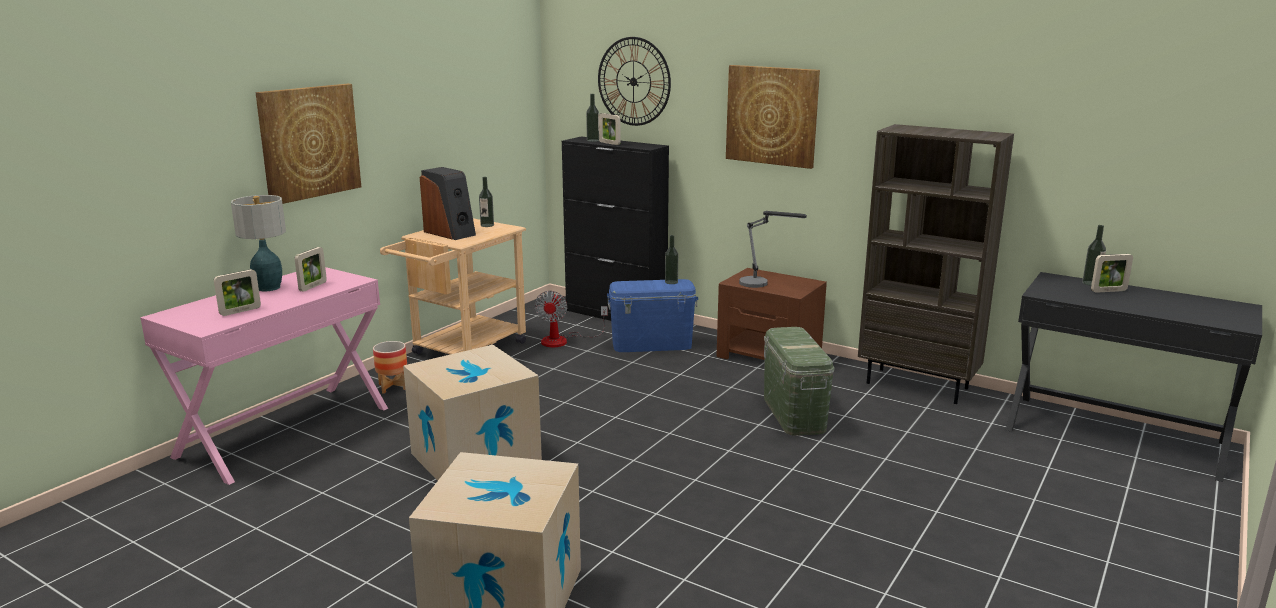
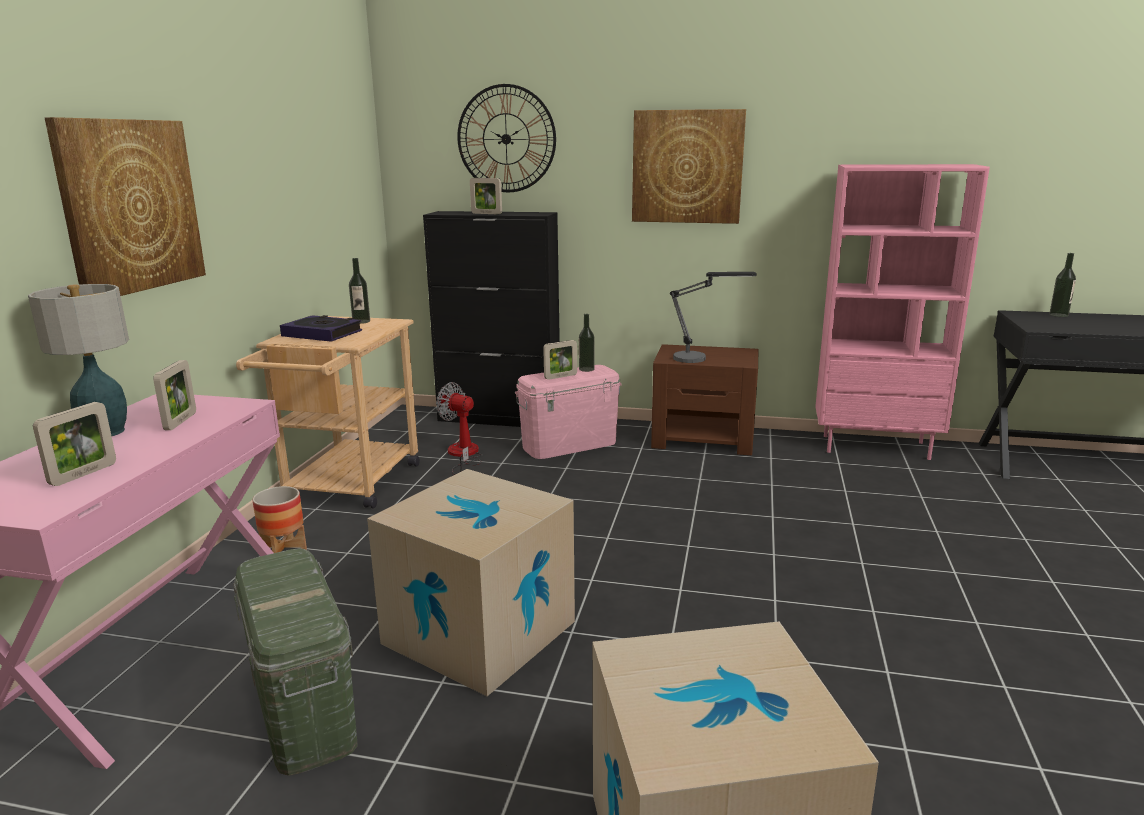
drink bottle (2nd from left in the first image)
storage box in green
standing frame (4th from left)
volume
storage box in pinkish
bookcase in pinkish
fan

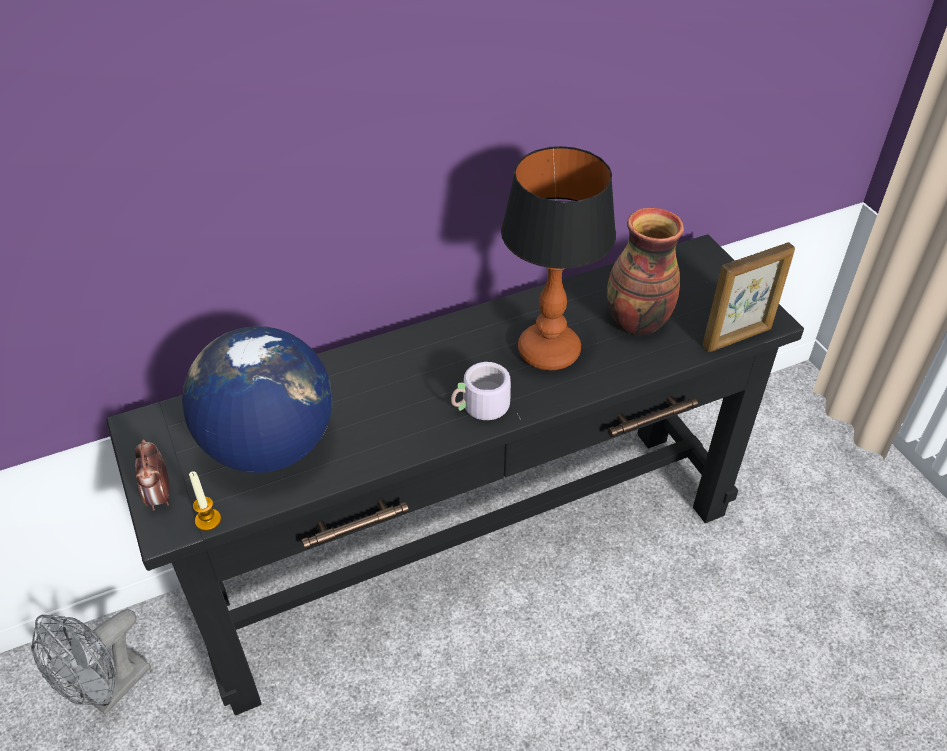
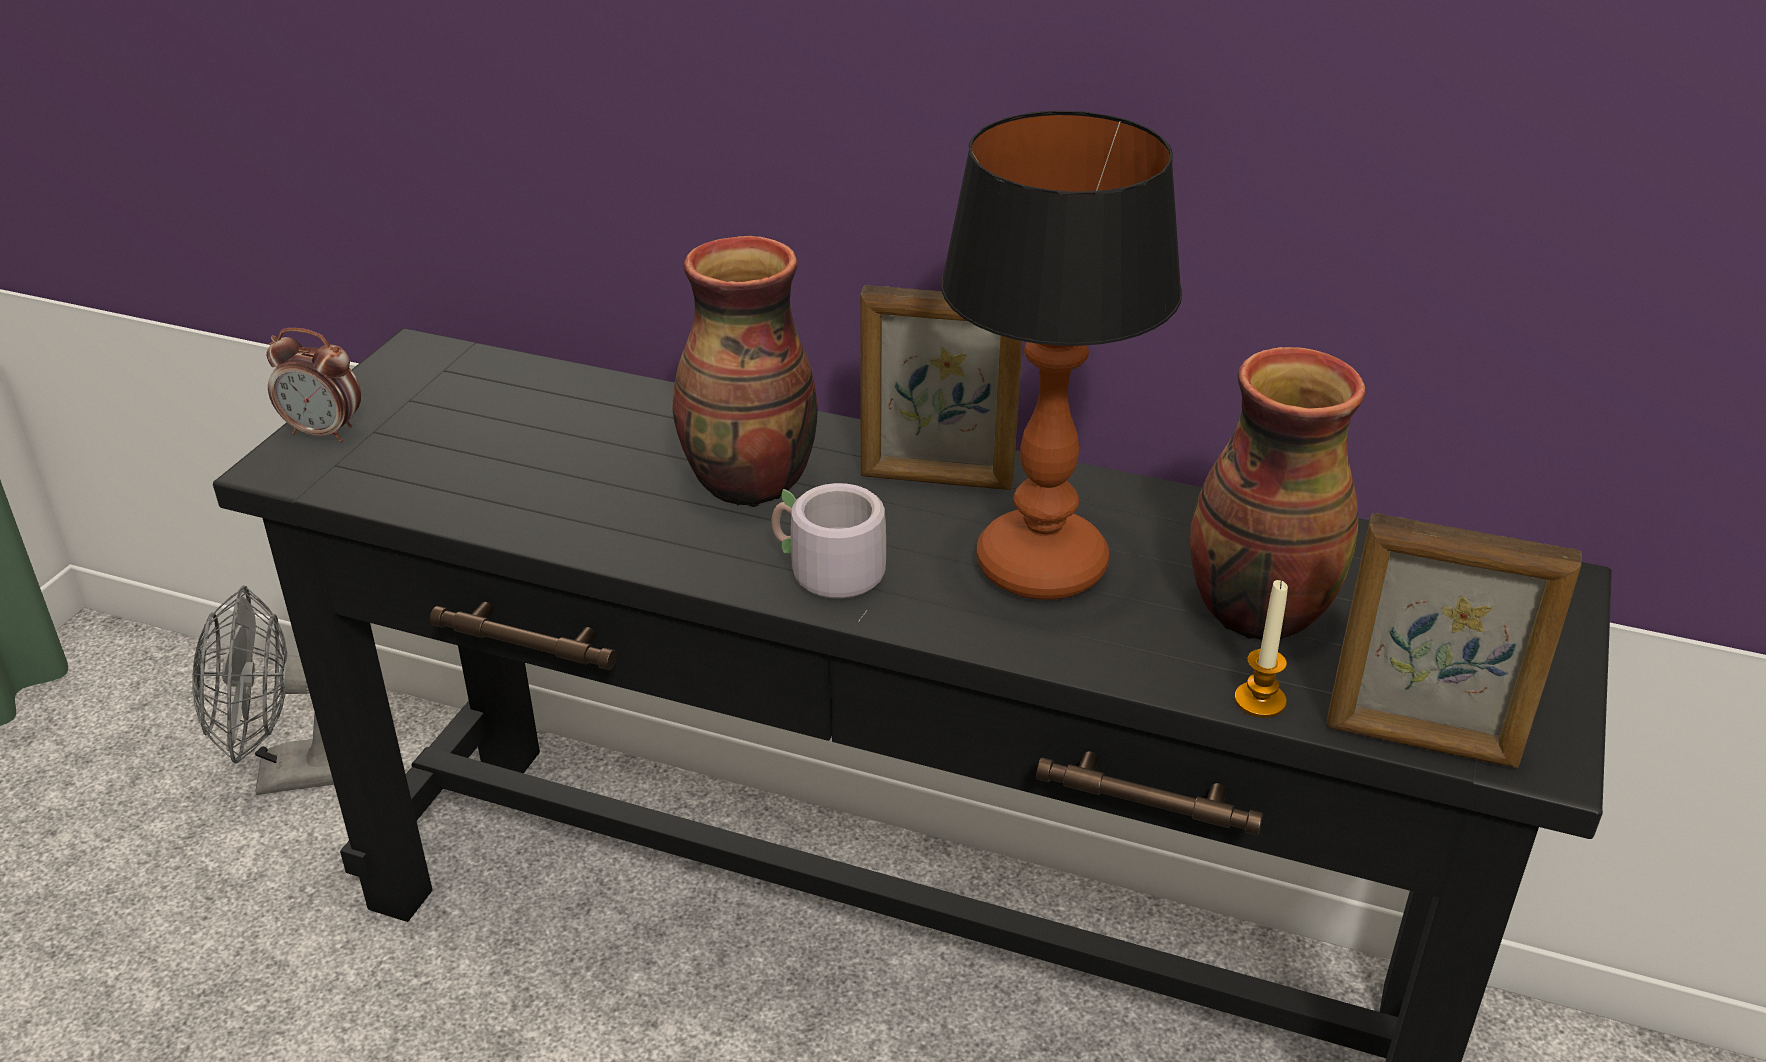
world globe
flower vase (1st from left)
standing frame (1st from left)
wax candle
bedside clock

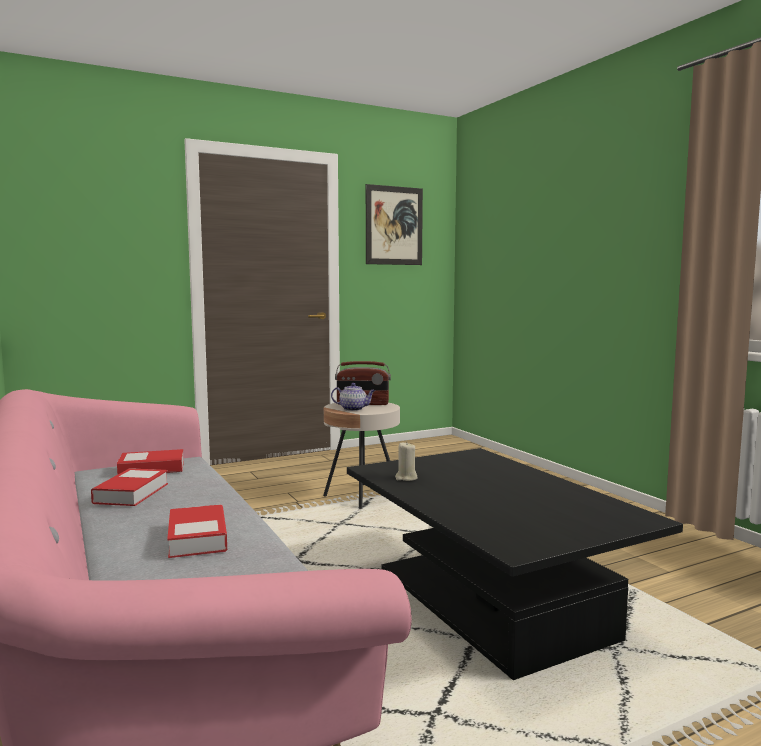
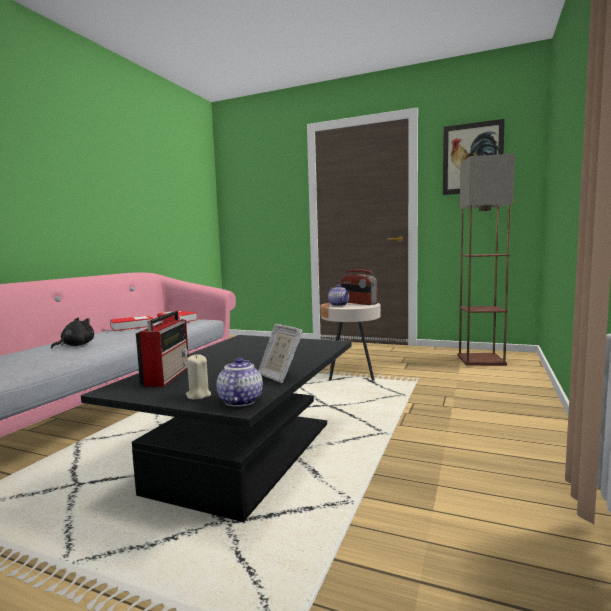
radio receiver (1st from left)
teapot (1st from left)
standing frame
standard lamp
wax candle in sand-coloured
plush toy in black

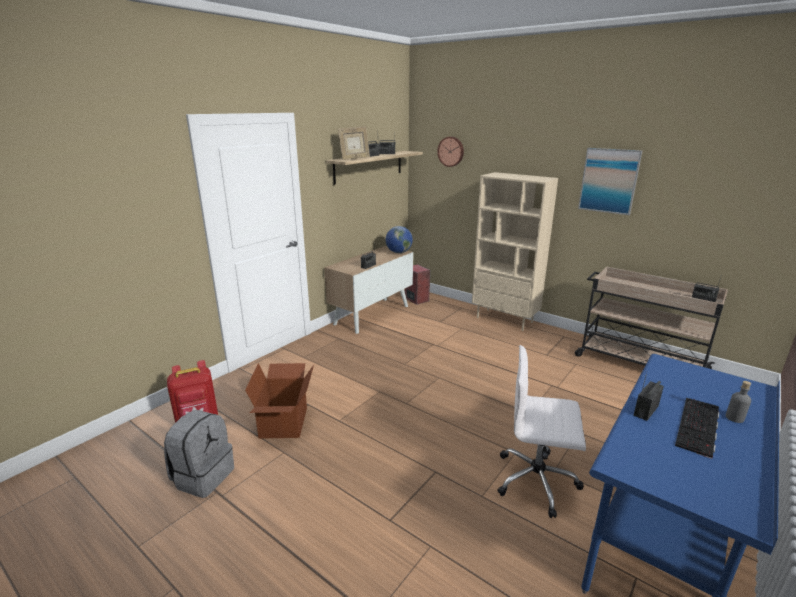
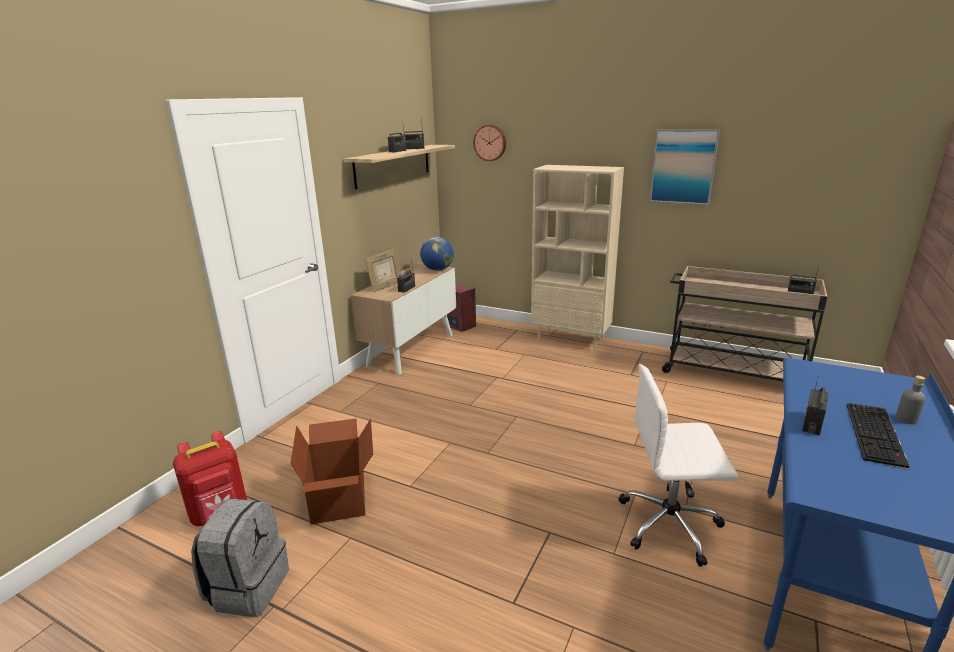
standing frame

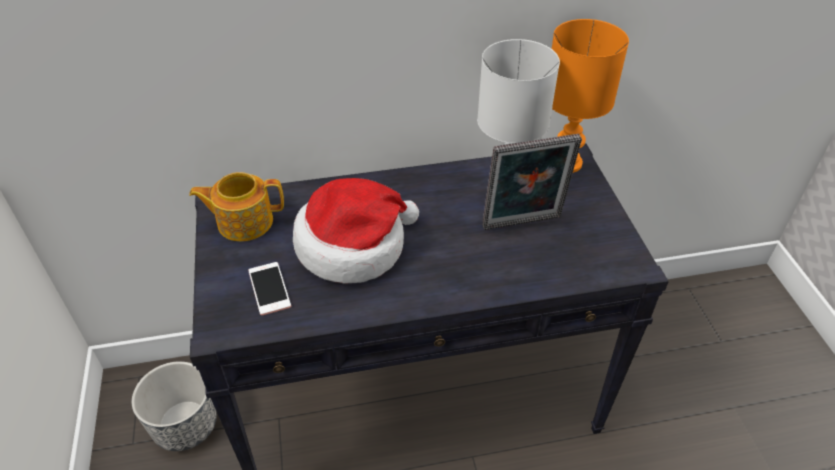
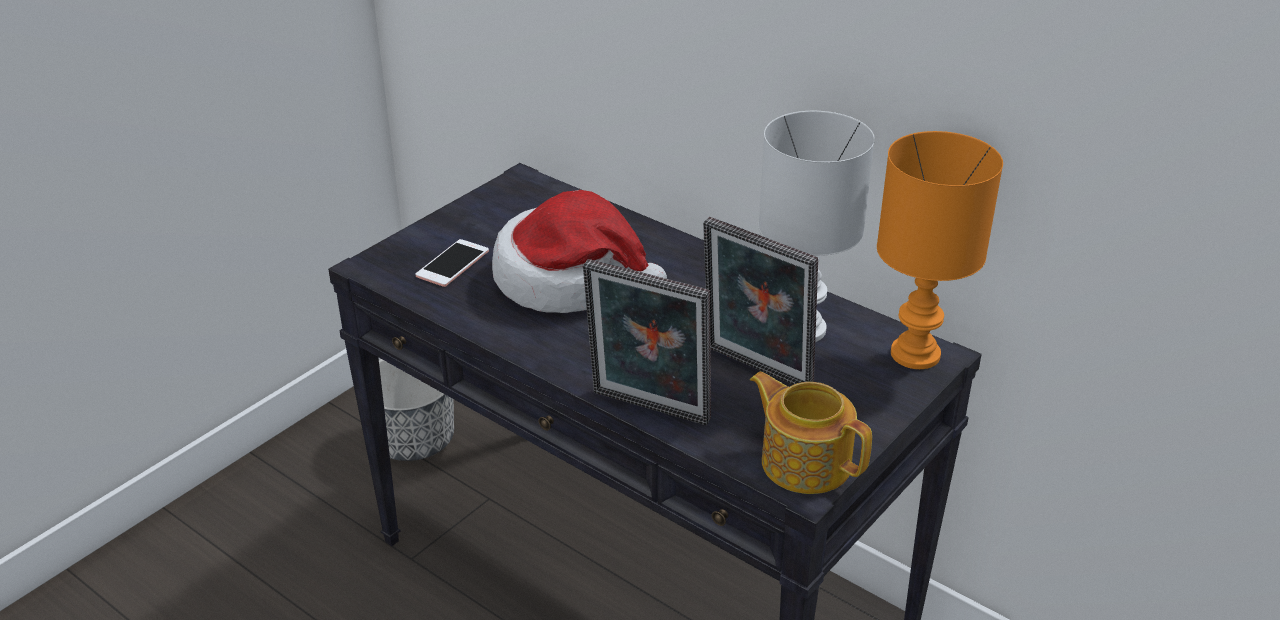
standing frame (1st from left)
teapot

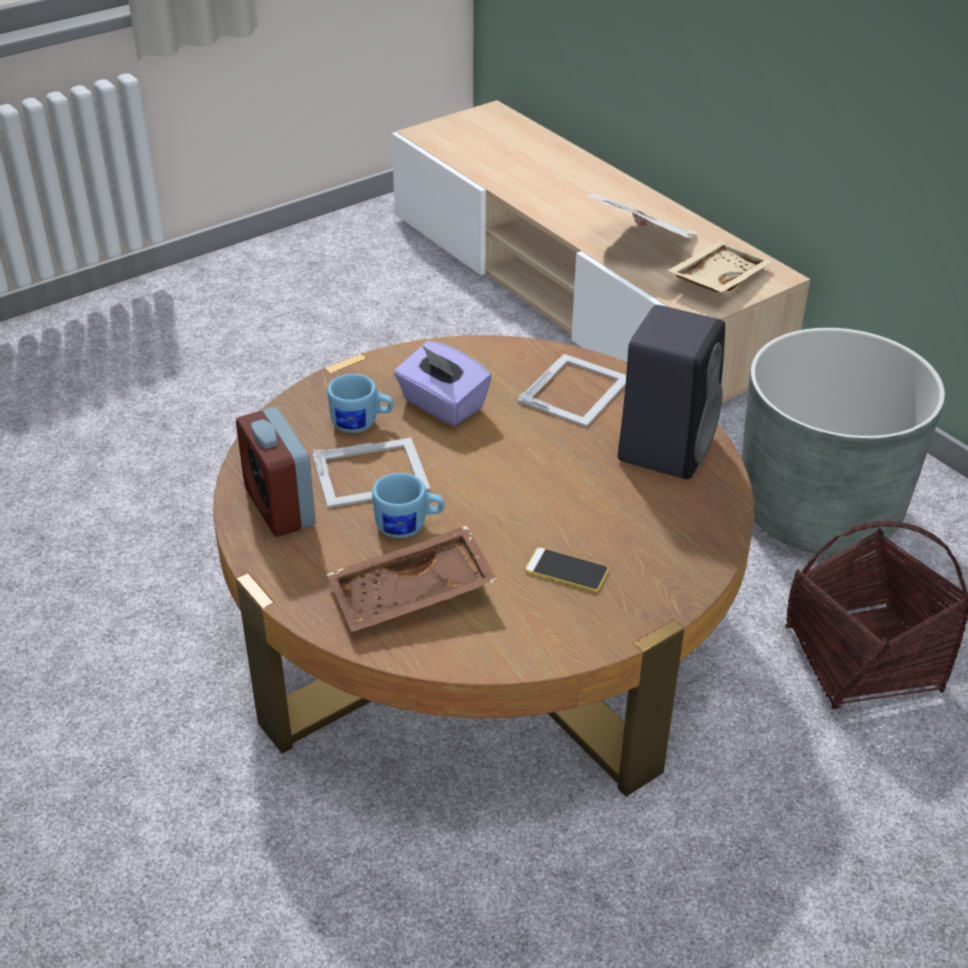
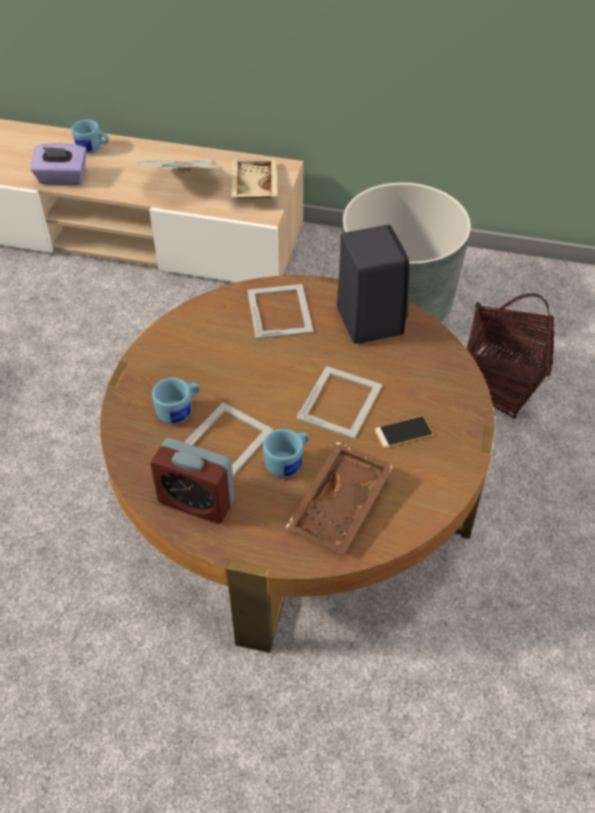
coffee mug in bluish (1st from left)
standing frame (3rd from left)
tissue box in purple-coloured

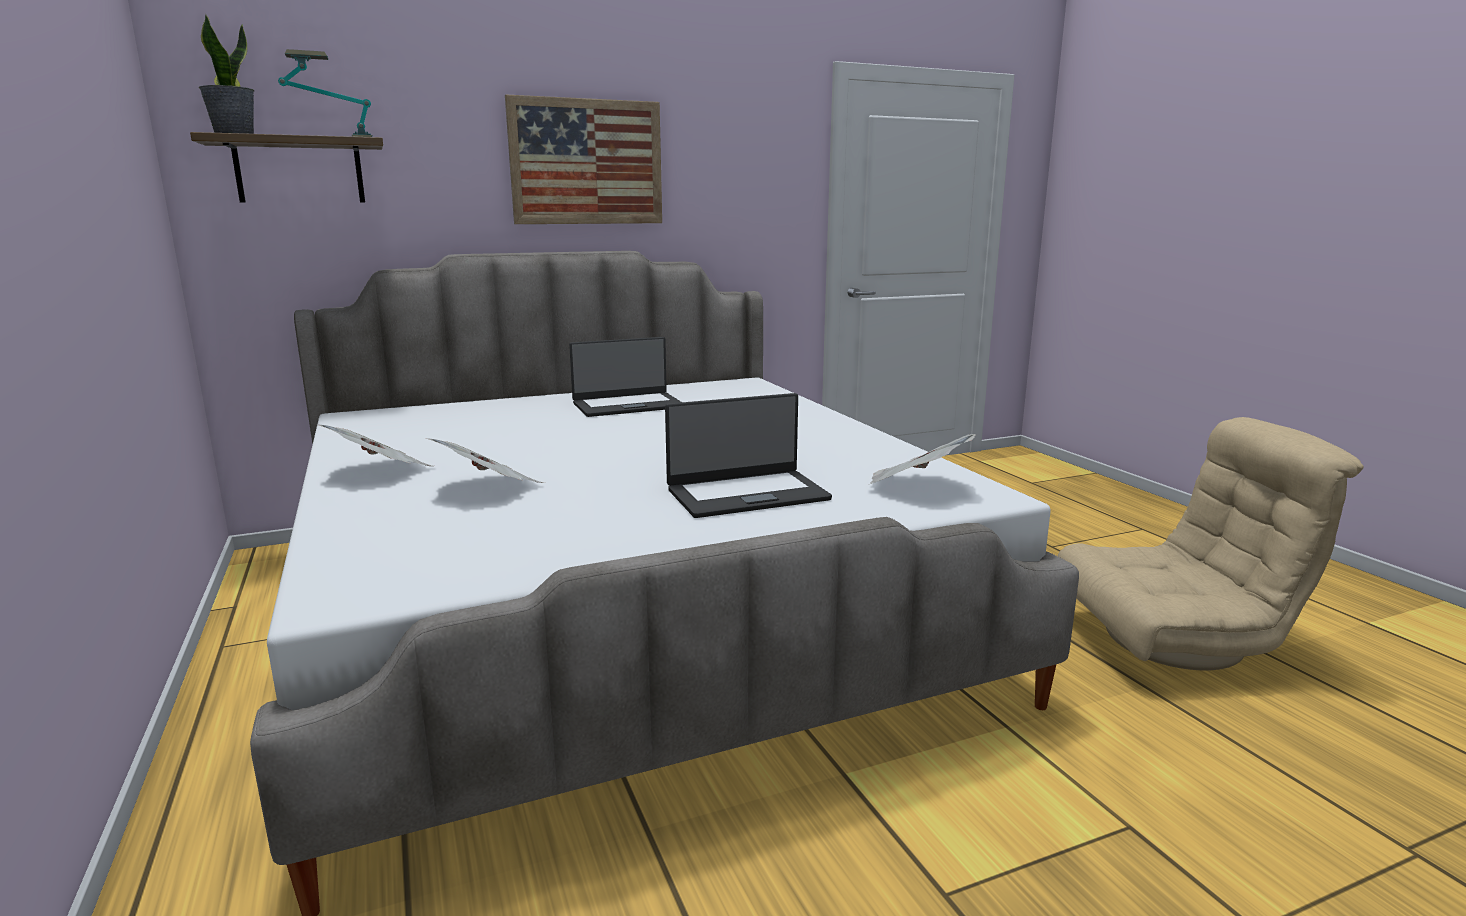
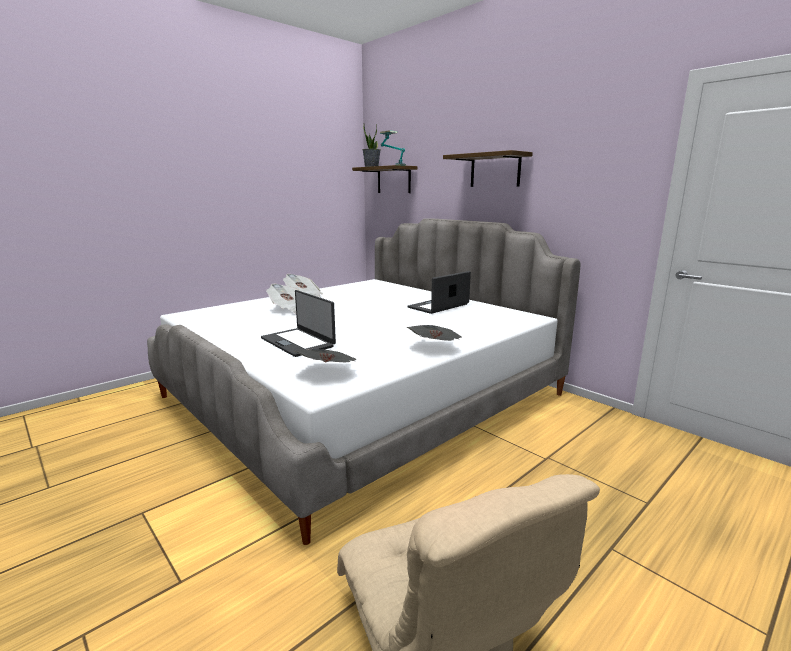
printed paper (4th from left)
wall shelf (2nd from left)
notebook computer (2nd from left)

